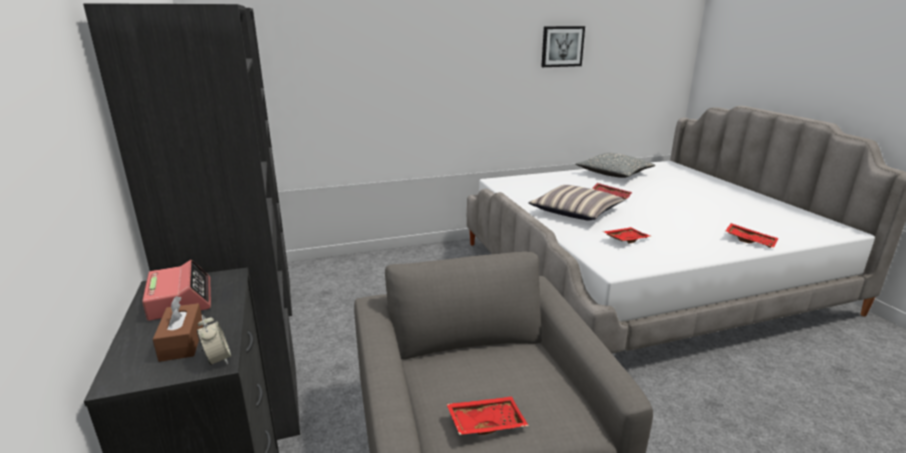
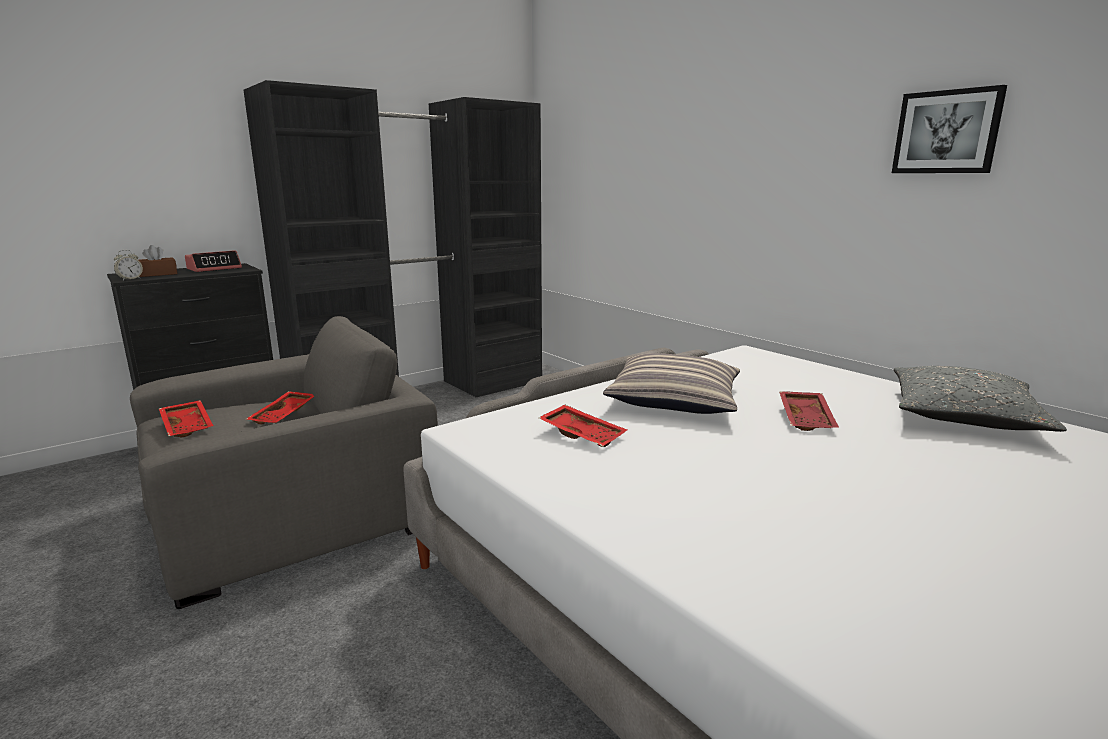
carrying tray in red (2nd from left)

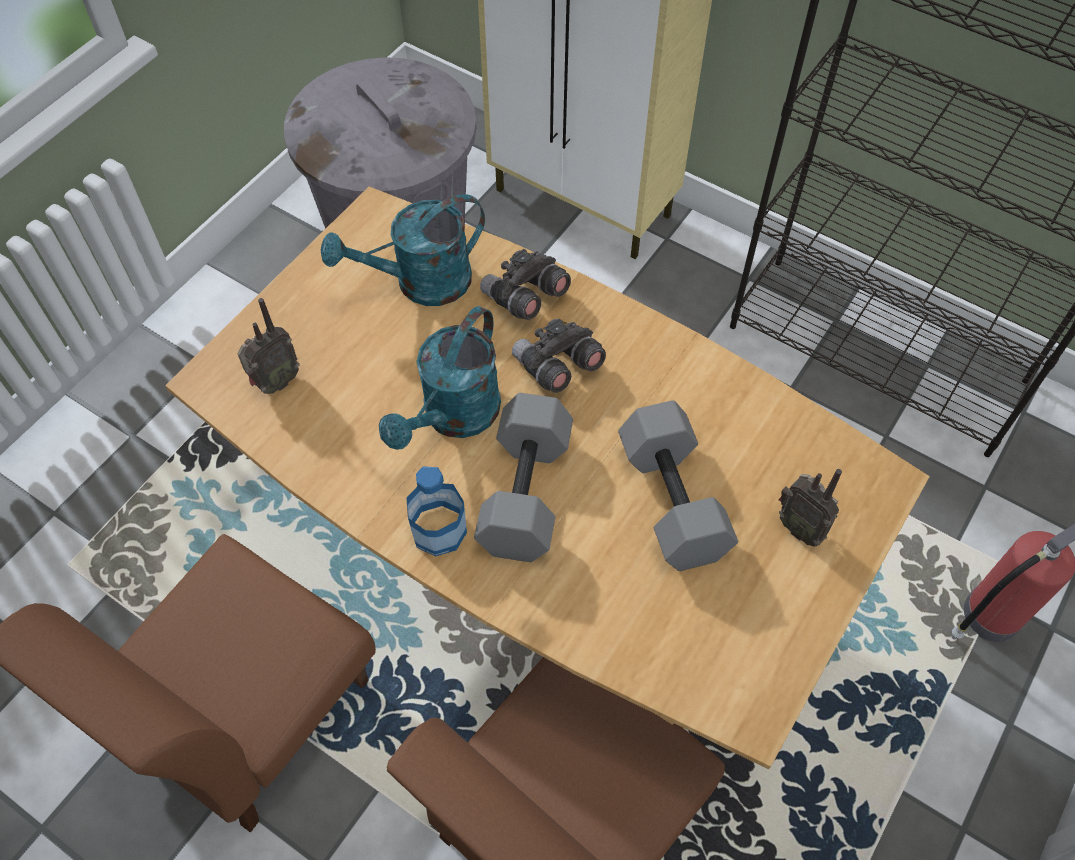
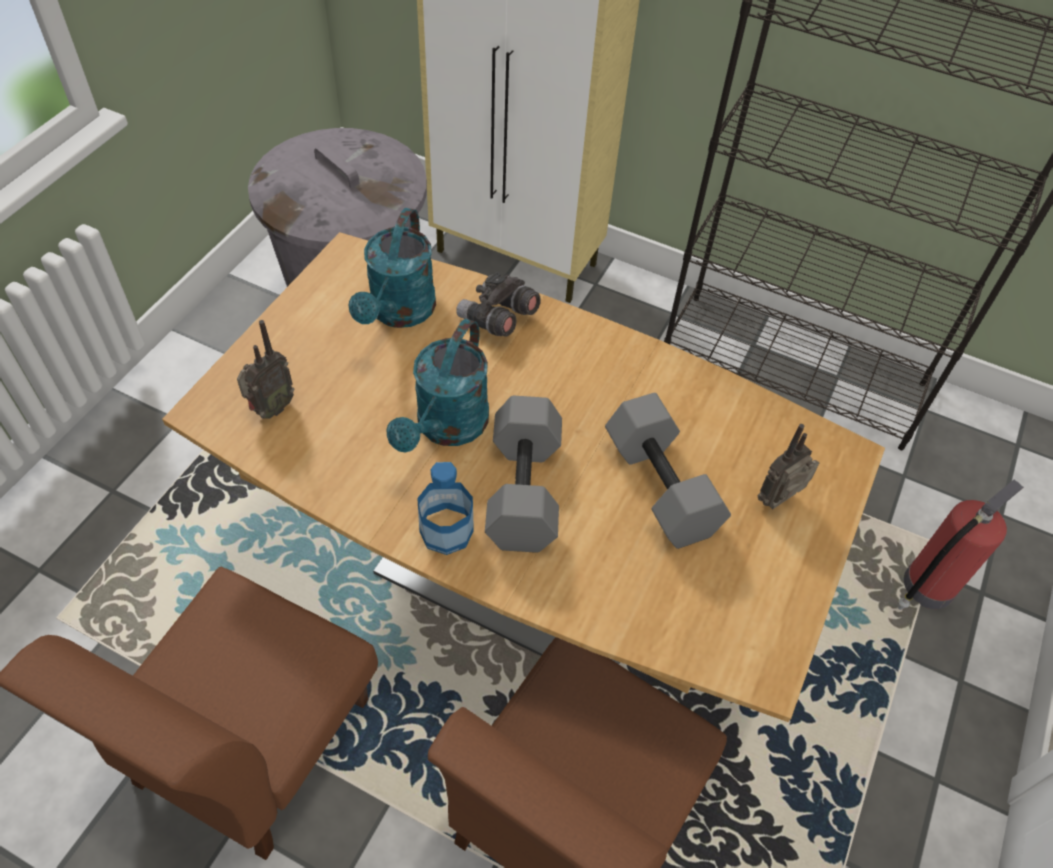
field glasses in gray (2nd from left in the first image)
watering pot in turquoise-coloured (1st from left)
radio receiver (2nd from left)

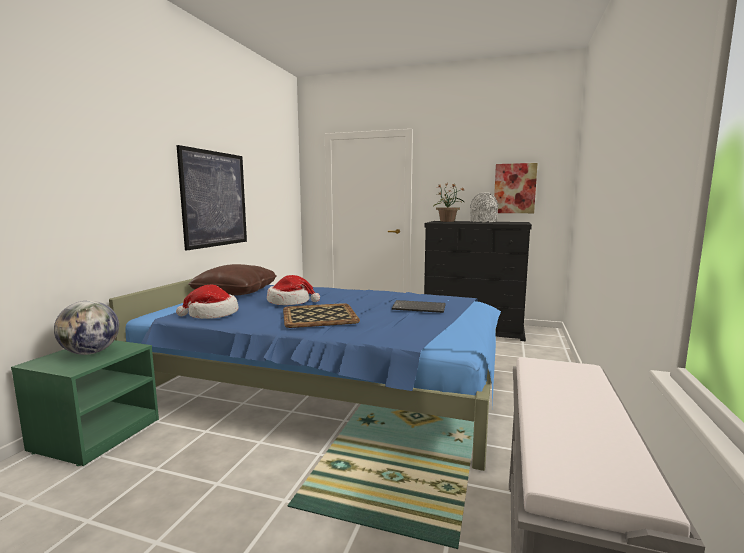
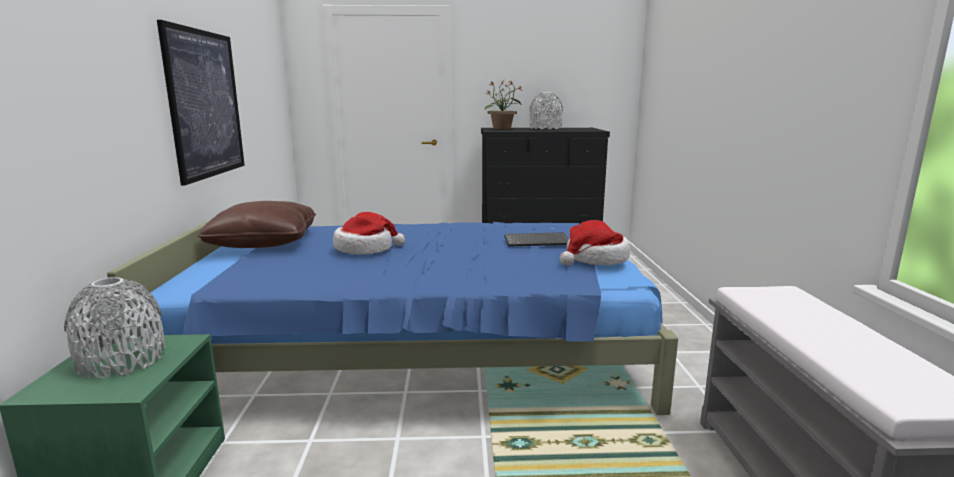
carrying tray
picture (2nd from left in the first image)
clothing hat (2nd from left)
flower vase in gray (1st from left)

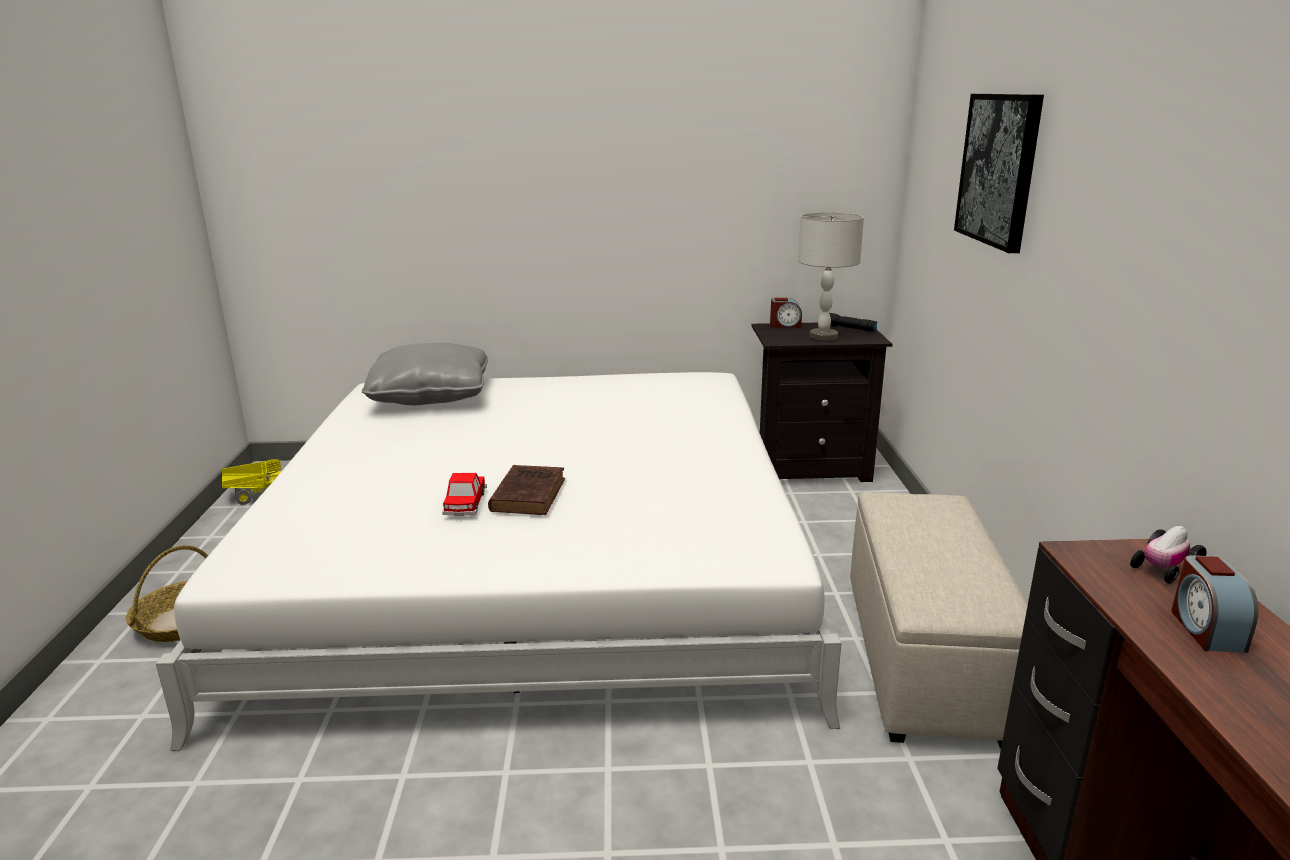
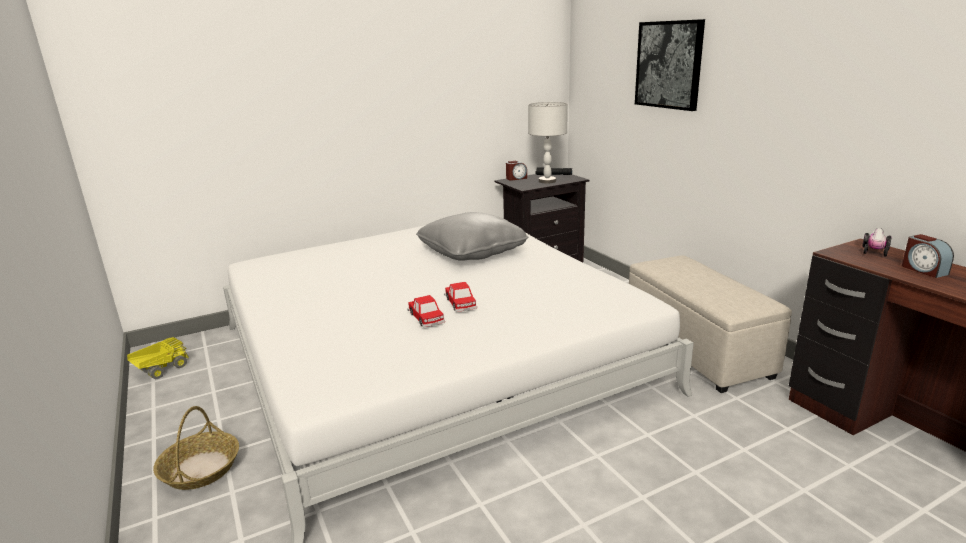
cushion in gray
model car (2nd from left)

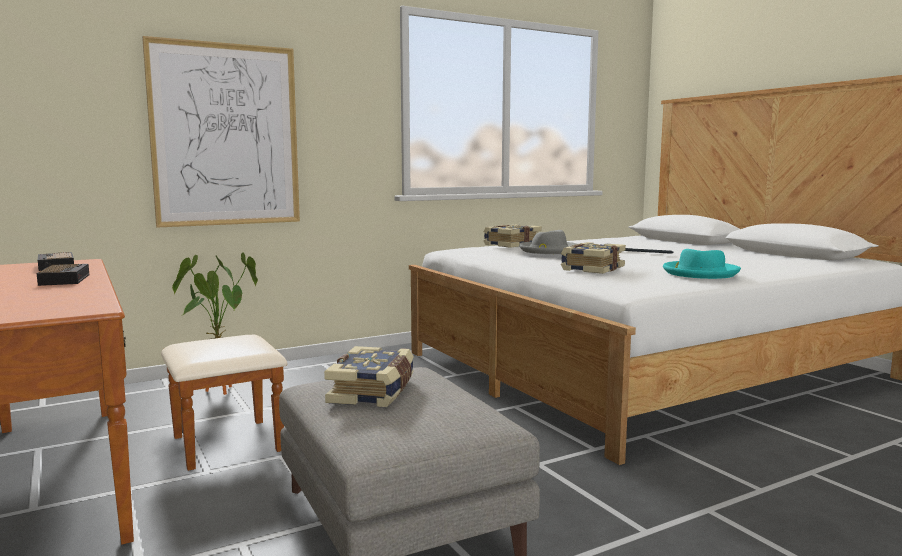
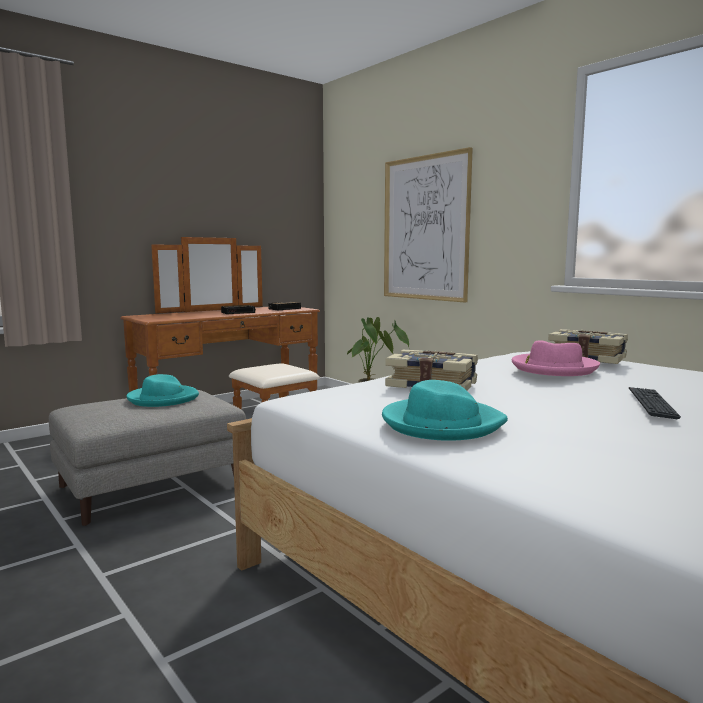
clothing hat in turquoise-coloured (1st from left)
clothing hat in pinkish

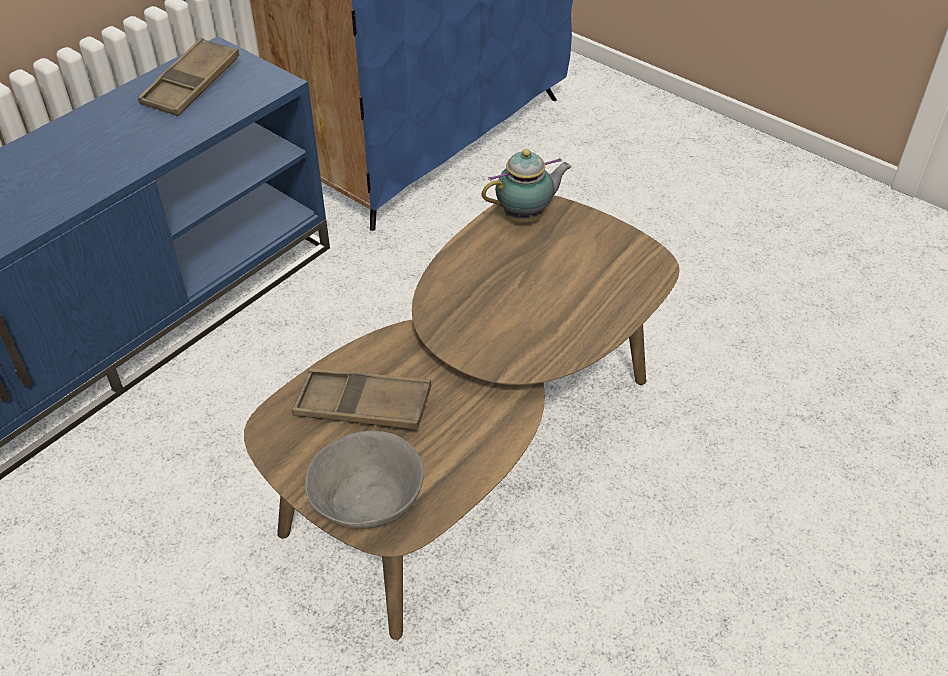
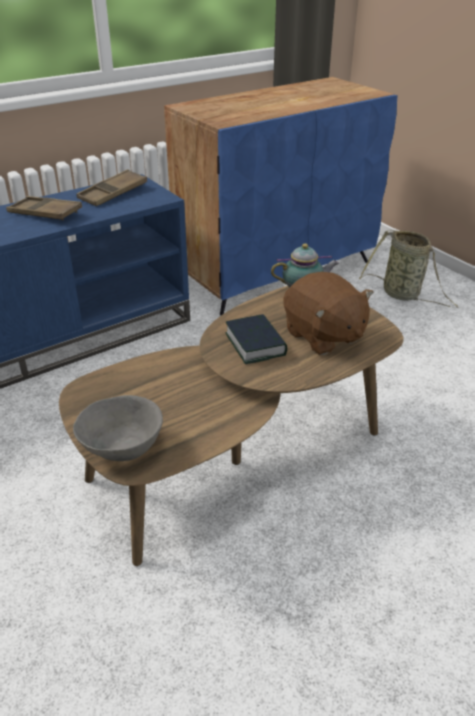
volume
plush toy in brown
storage basket
carrying tray in brown (1st from left)

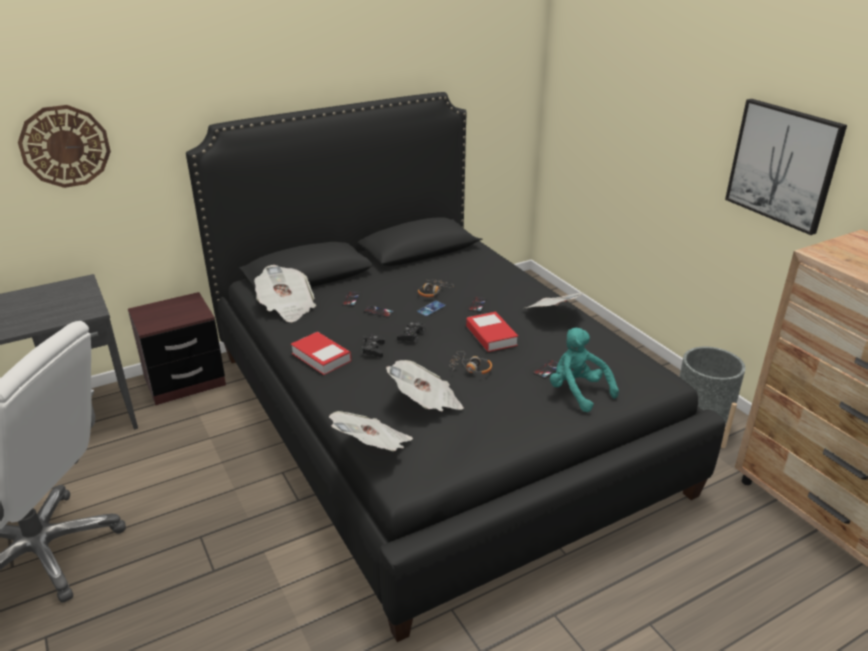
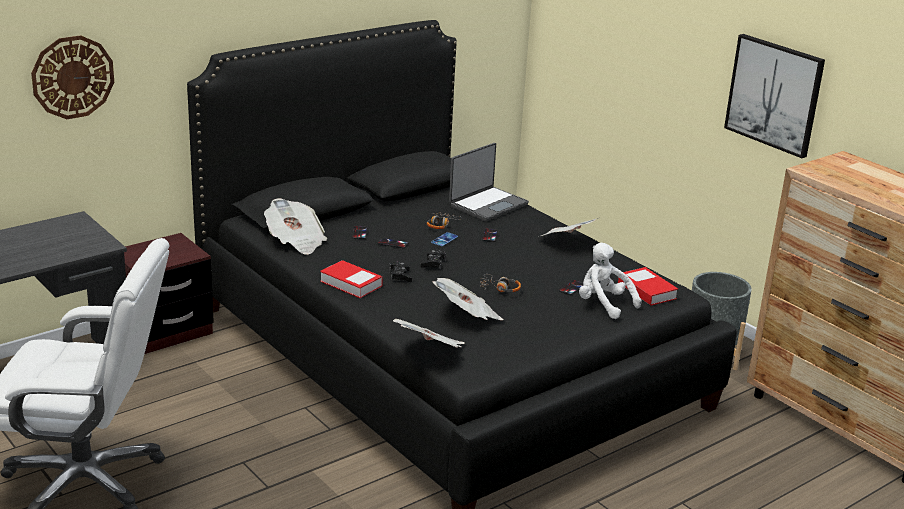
notebook computer
volume (2nd from left)
plush toy in white-coloured

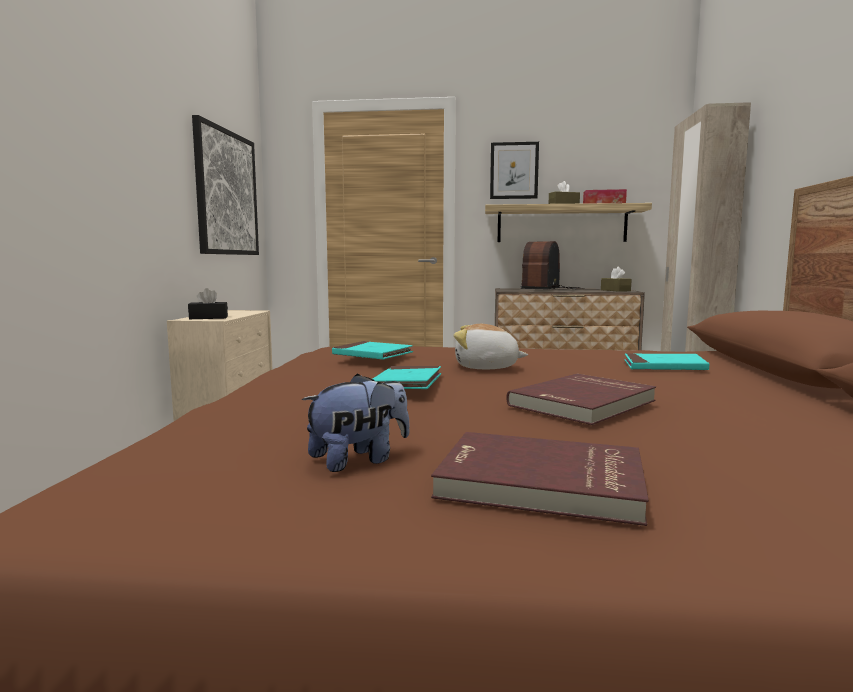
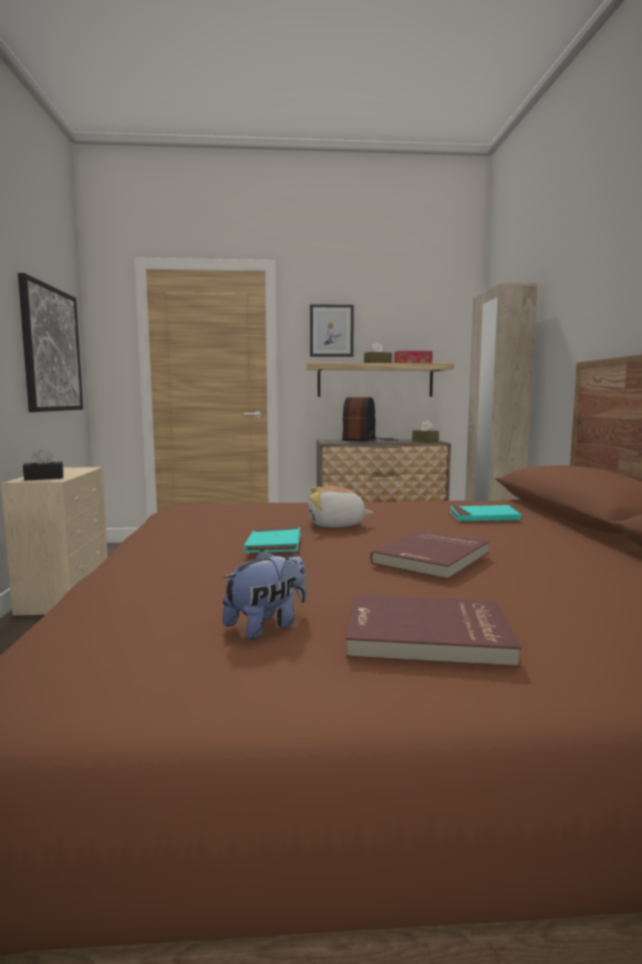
volume in turquoise-coloured (1st from left in the first image)

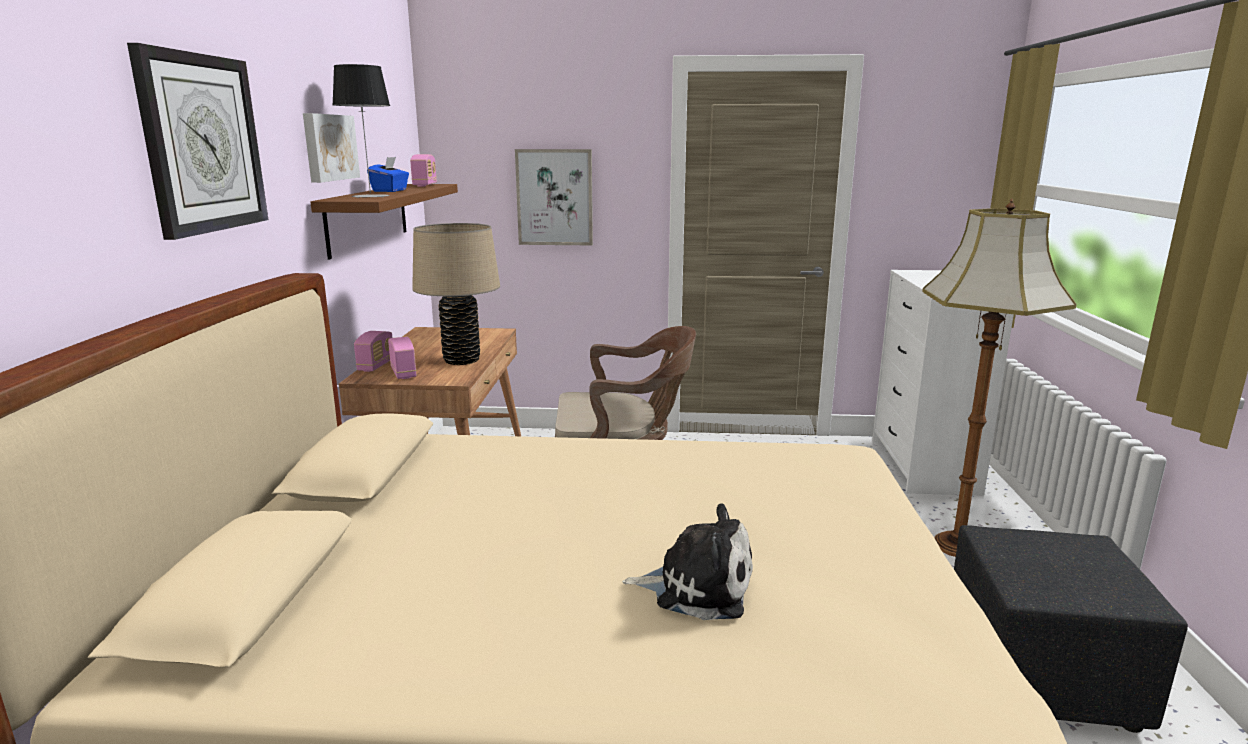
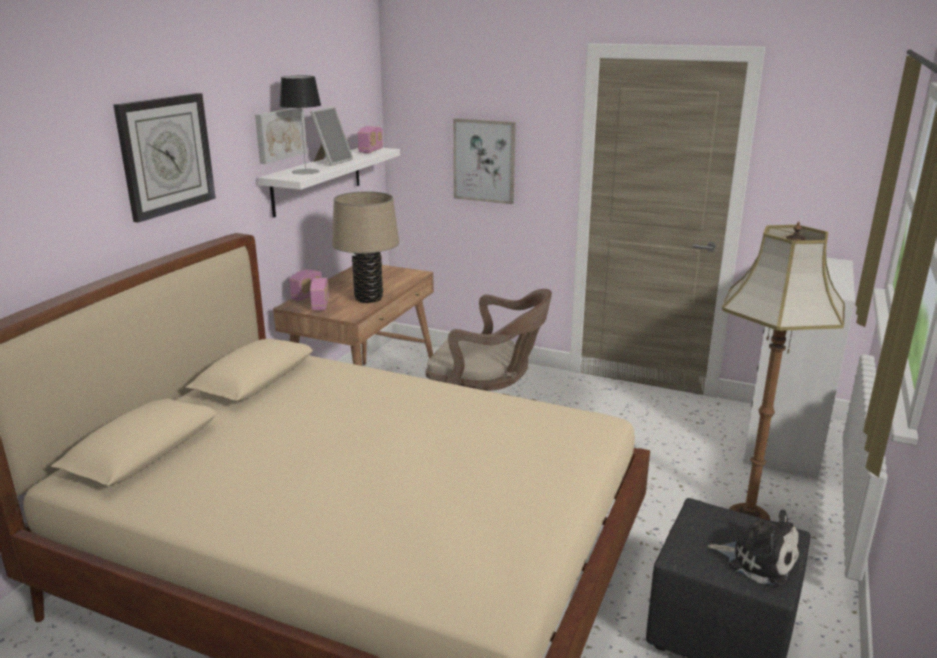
plush toy
standing frame
wall shelf in white-coloured

